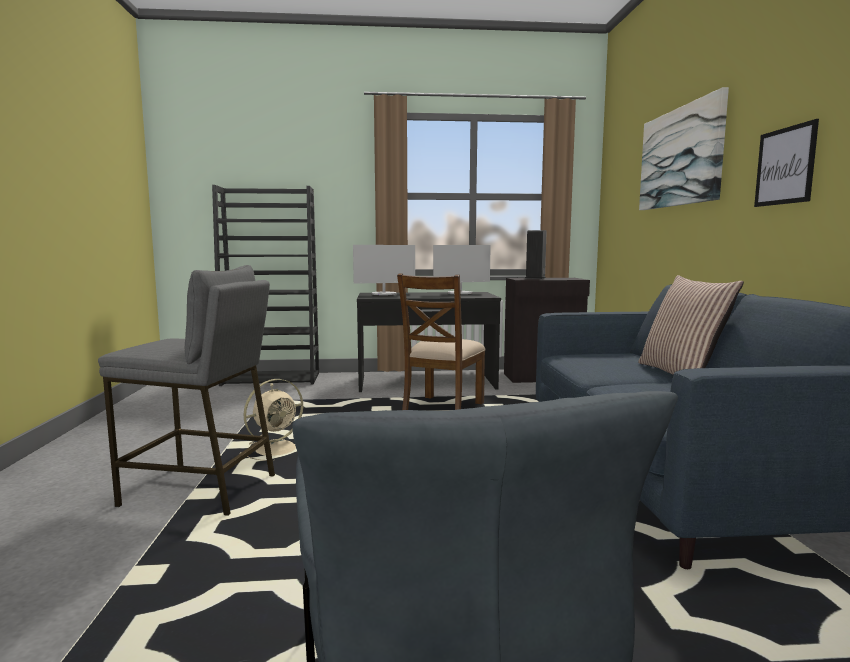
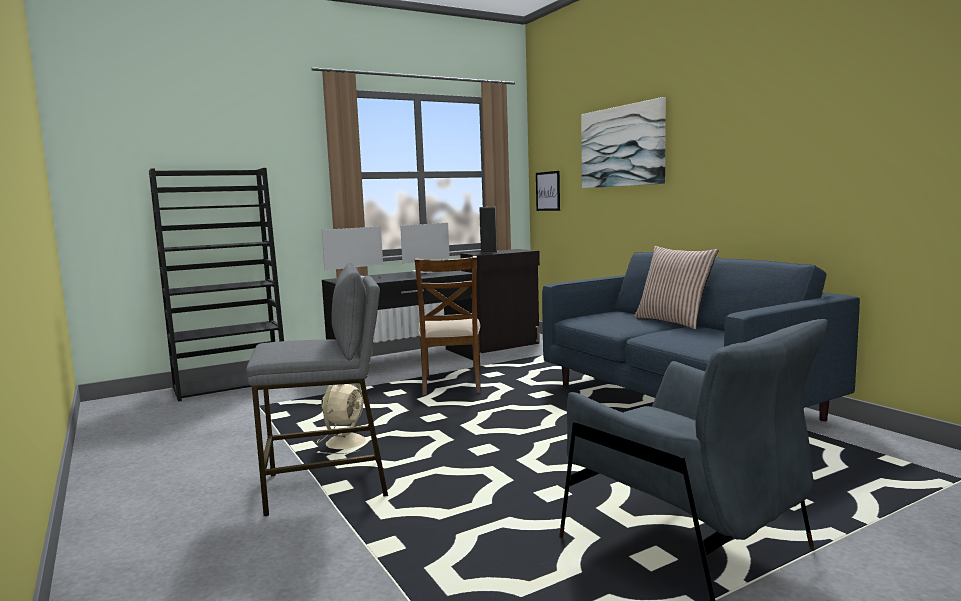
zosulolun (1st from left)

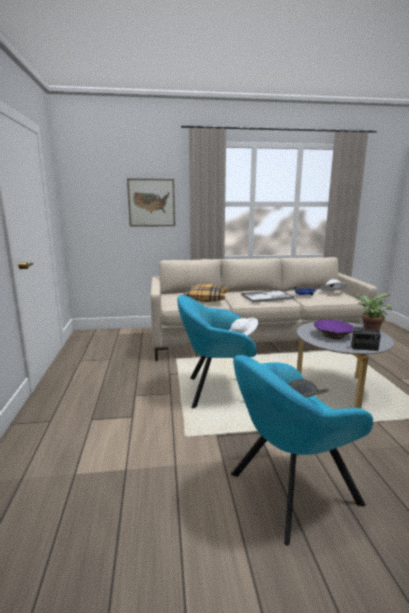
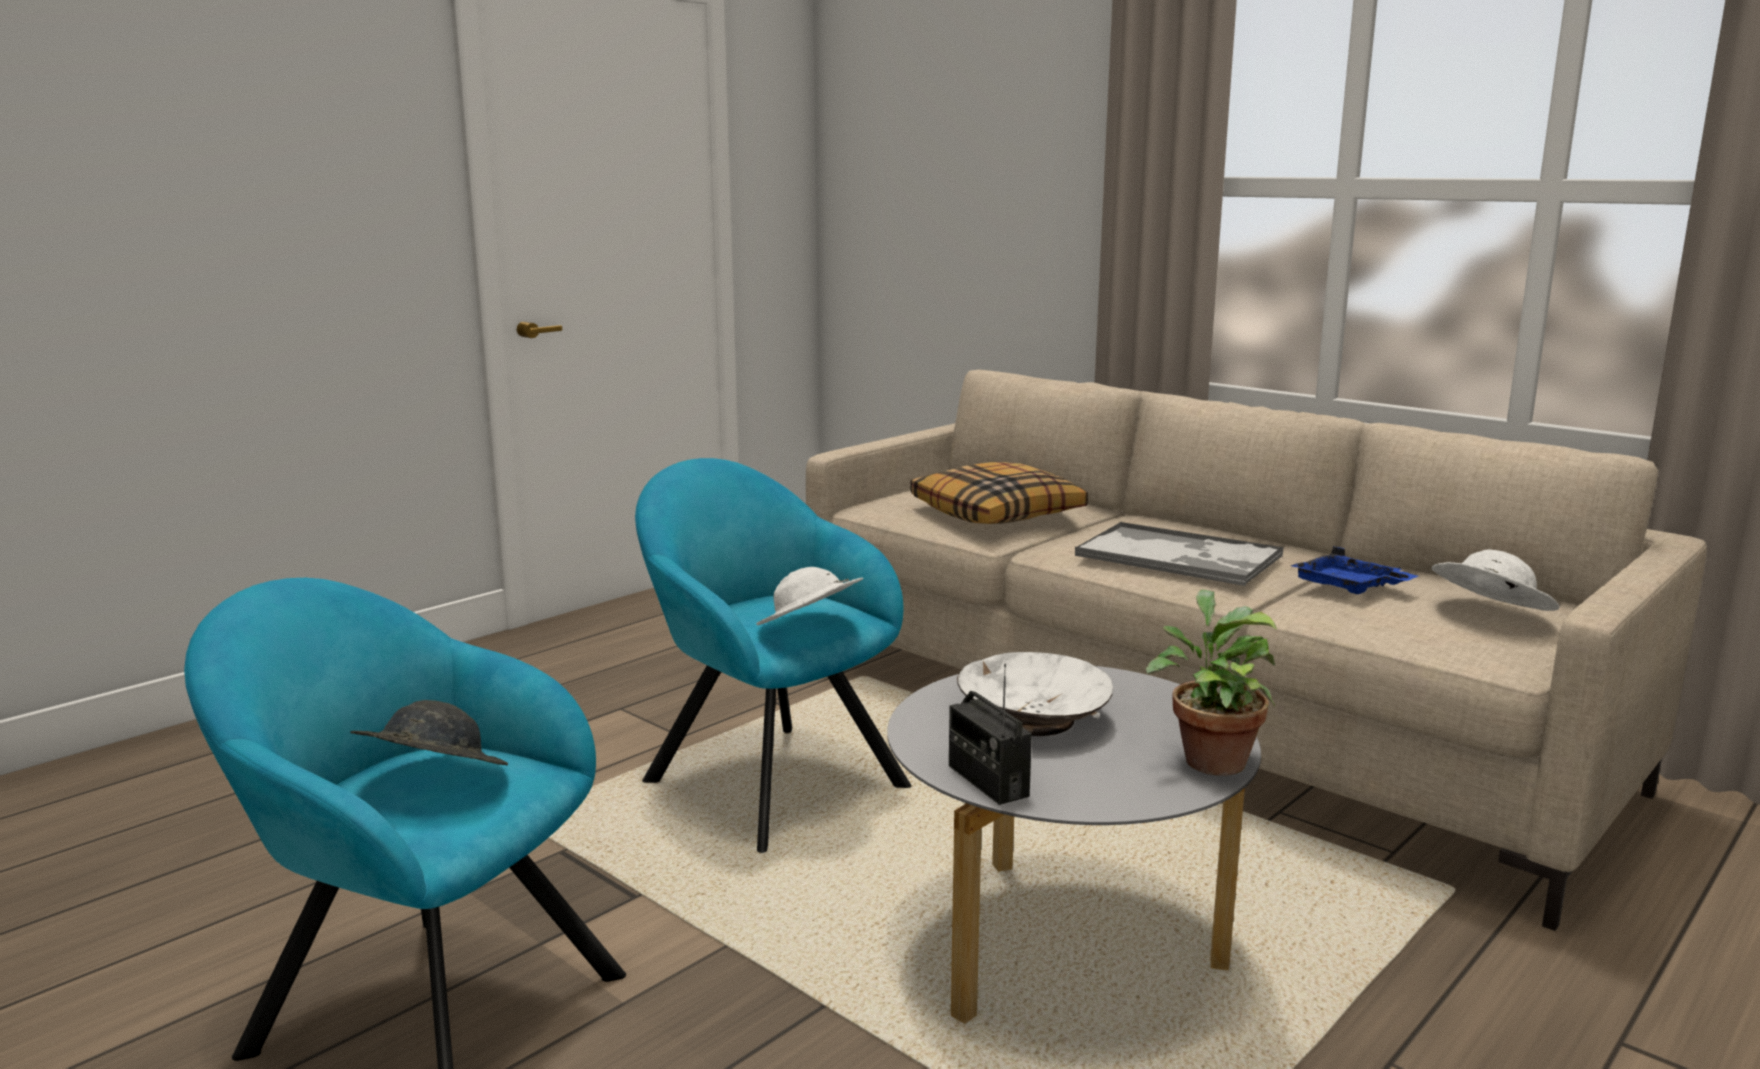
zosulolun; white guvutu

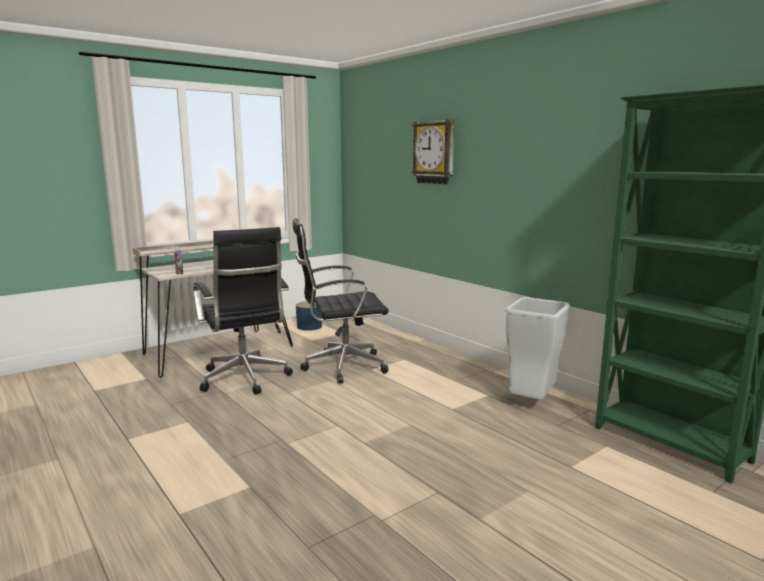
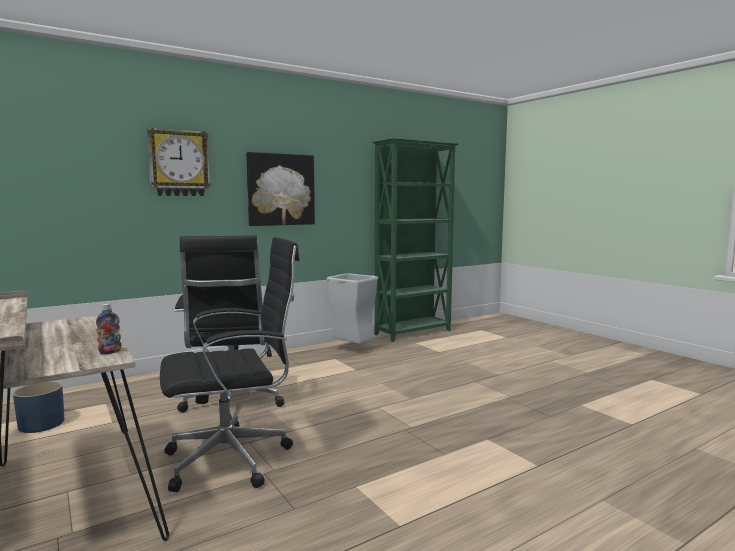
zosulolun

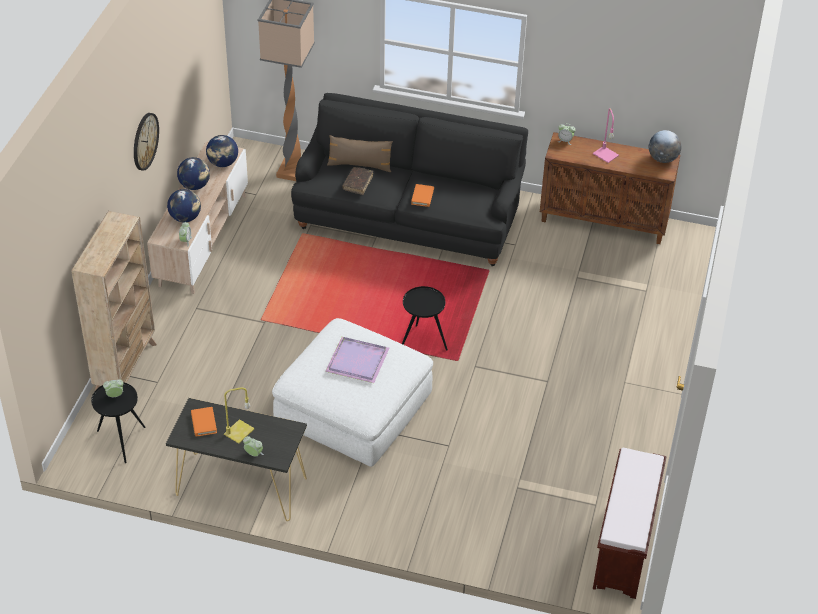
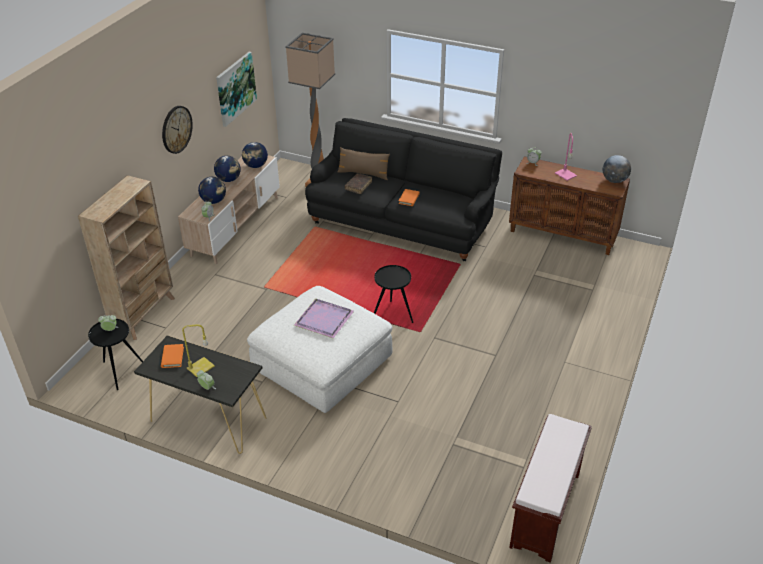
zosulolun

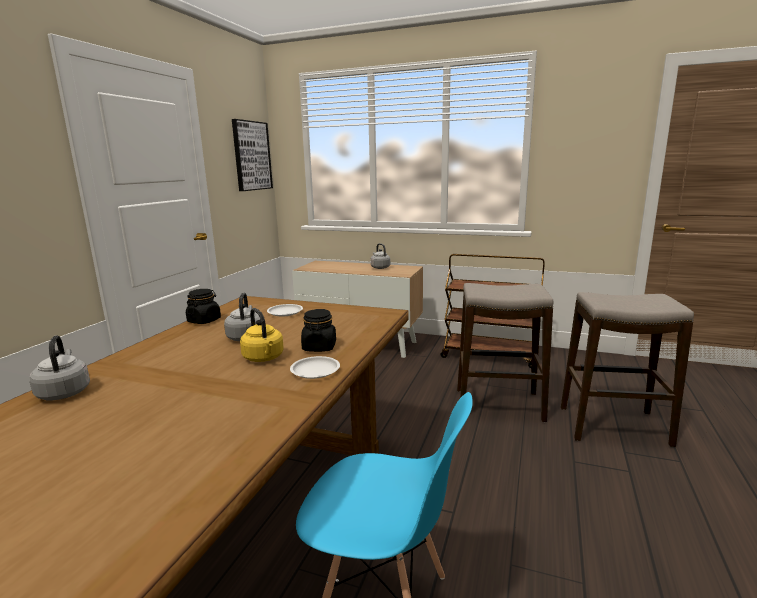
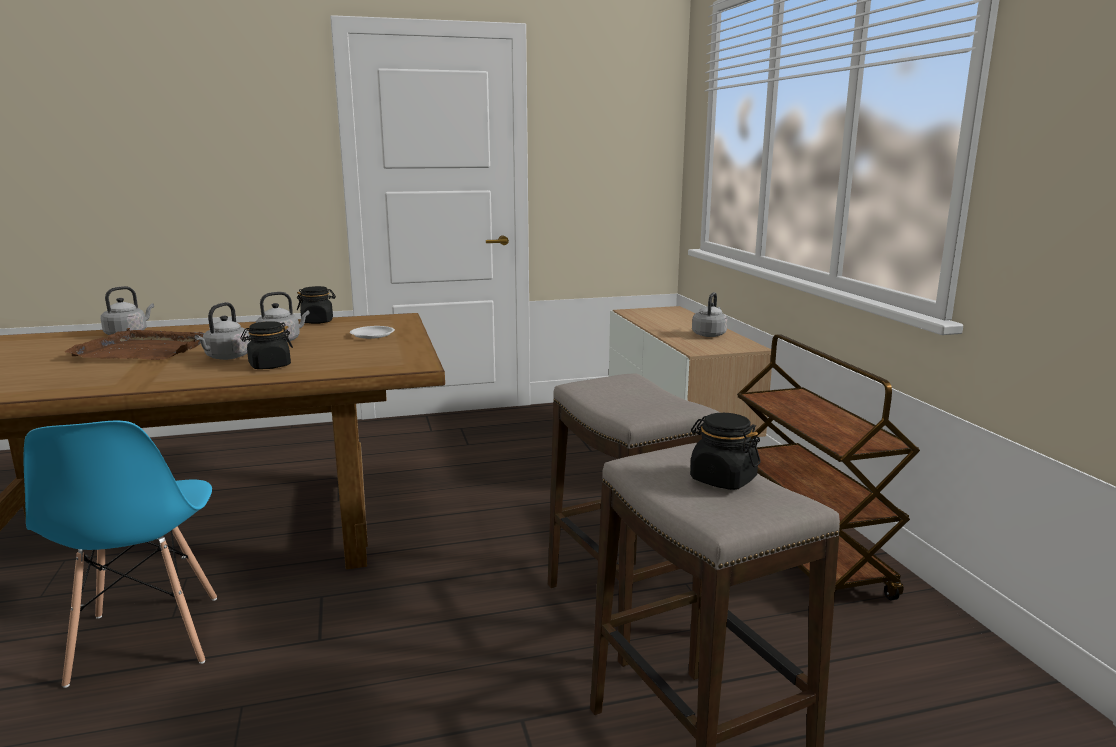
zosulolun; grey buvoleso (2nd from left); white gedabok (2nd from left in the first image); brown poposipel; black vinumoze (3rd from left)

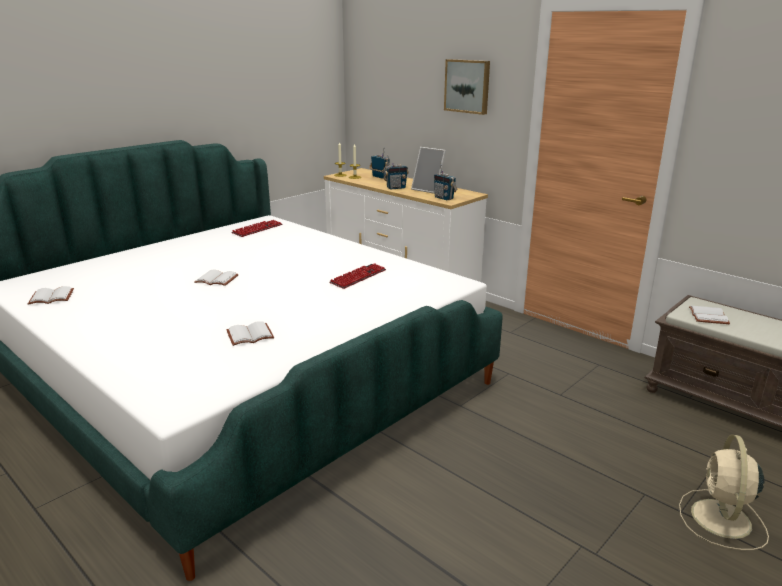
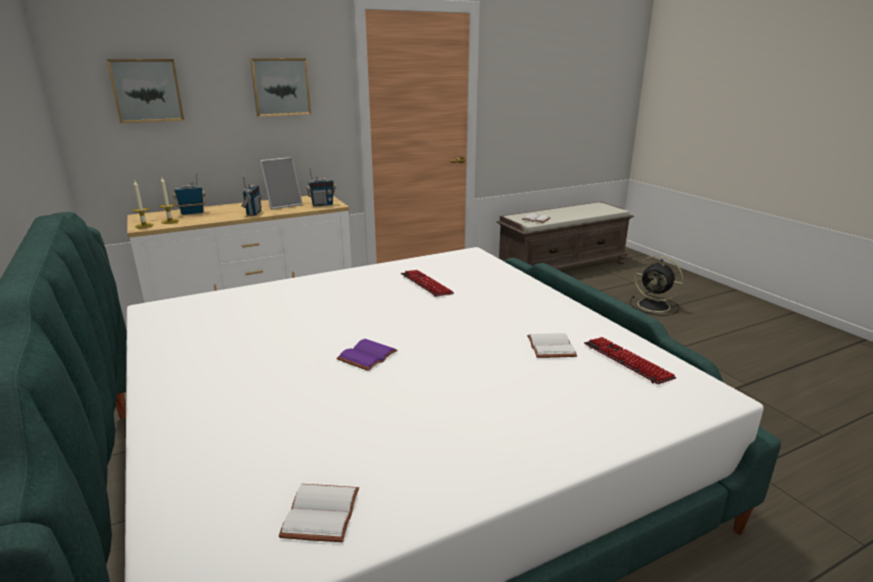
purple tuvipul; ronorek (2nd from left); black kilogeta; zosulolun (1st from left)

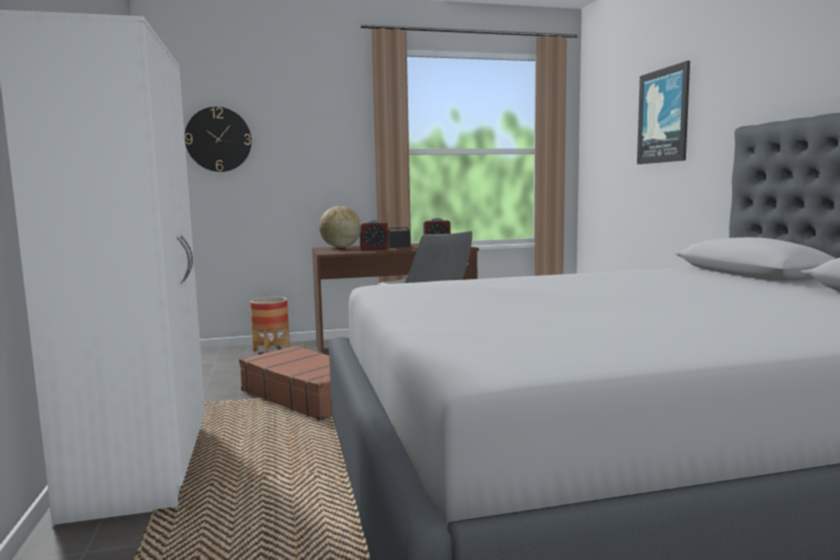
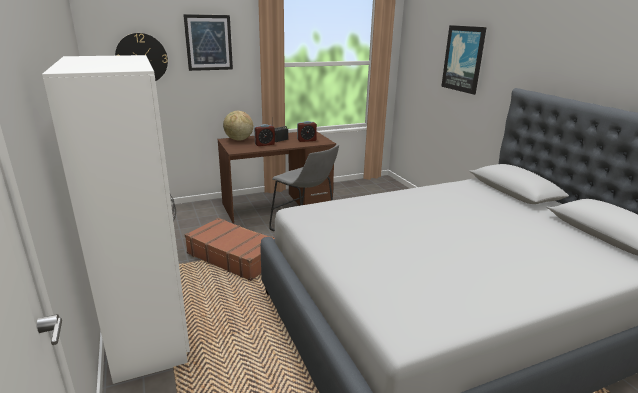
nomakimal; zosulolun (1st from left)

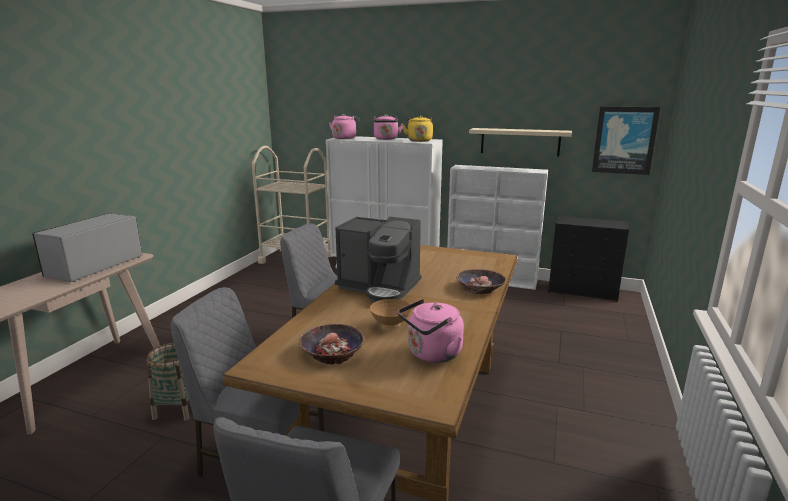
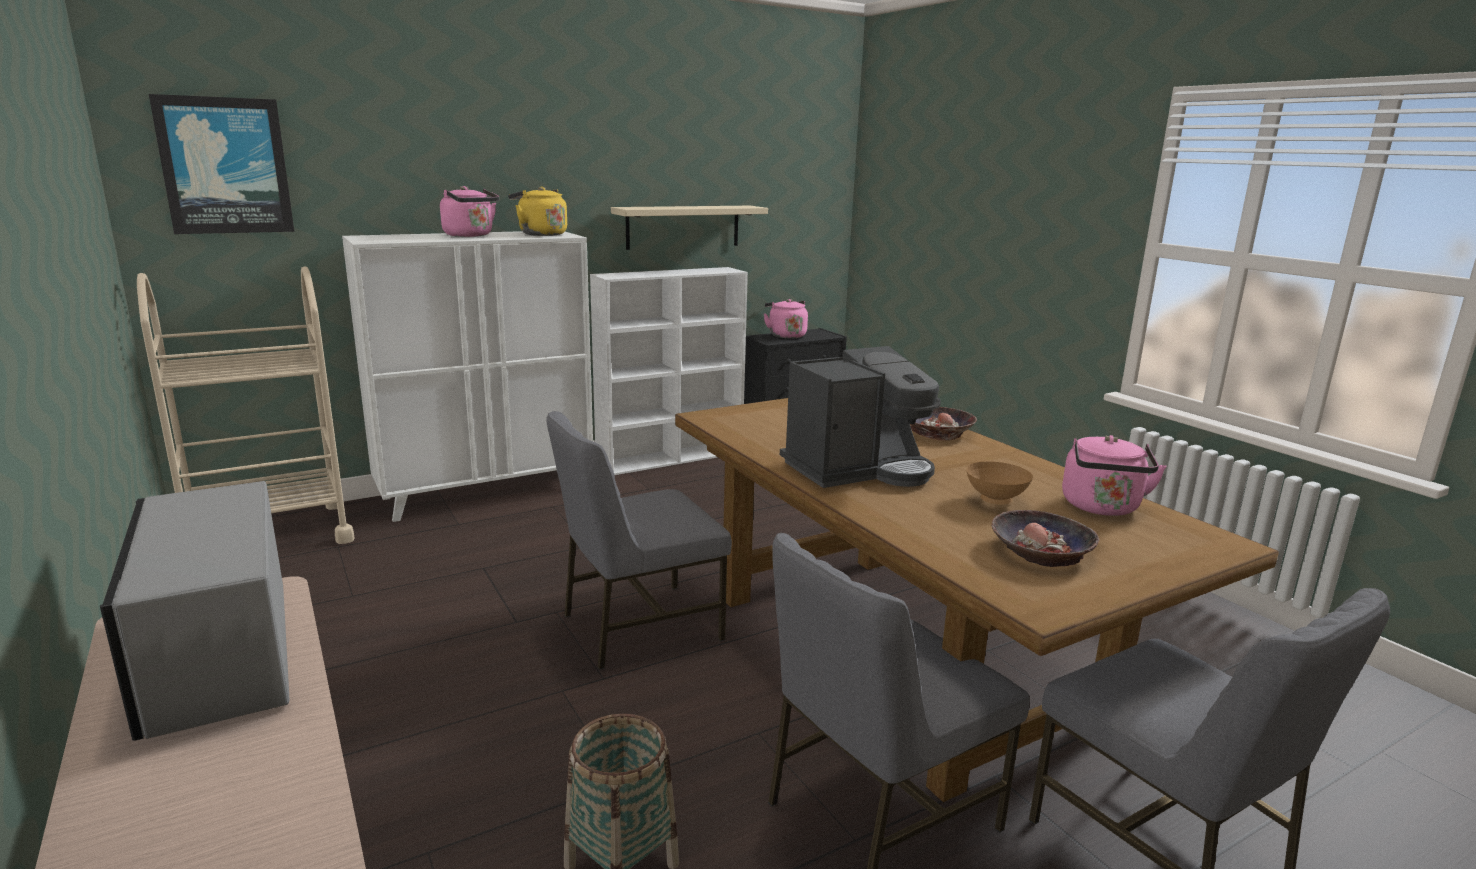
pink buvoleso (2nd from left); zosulolun

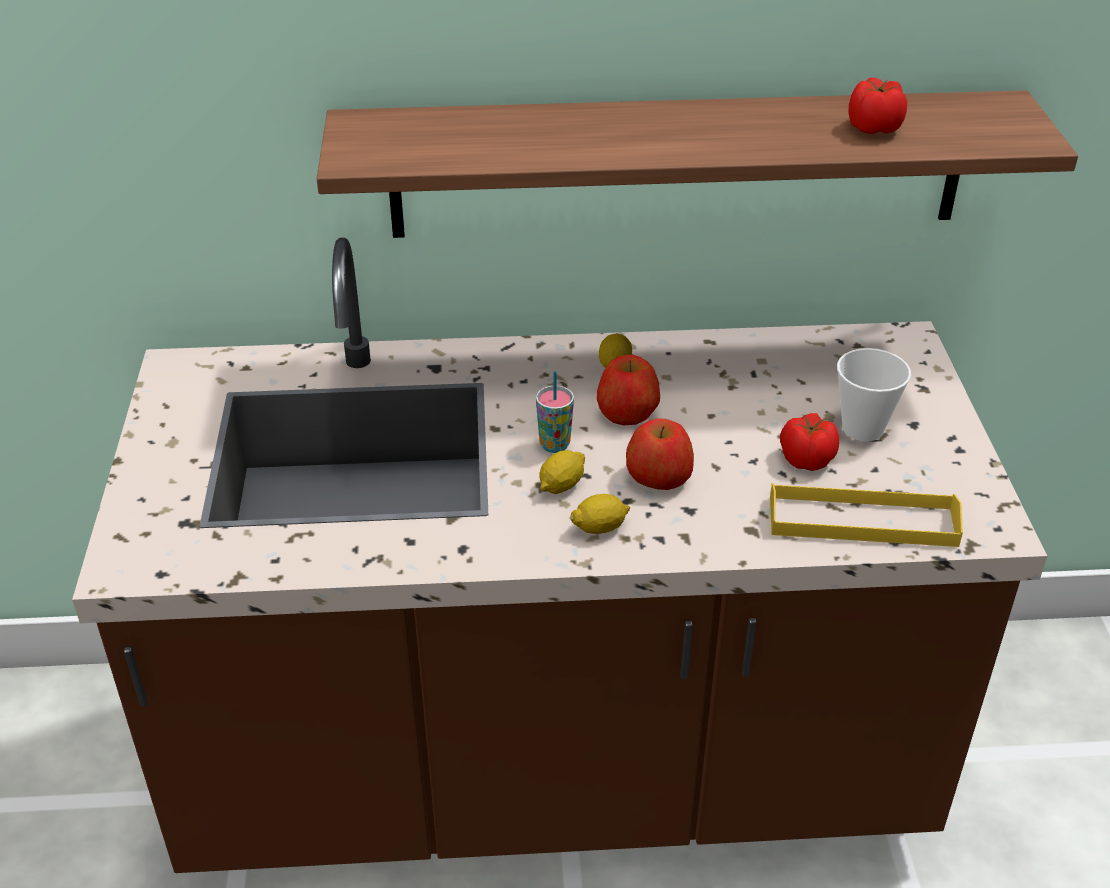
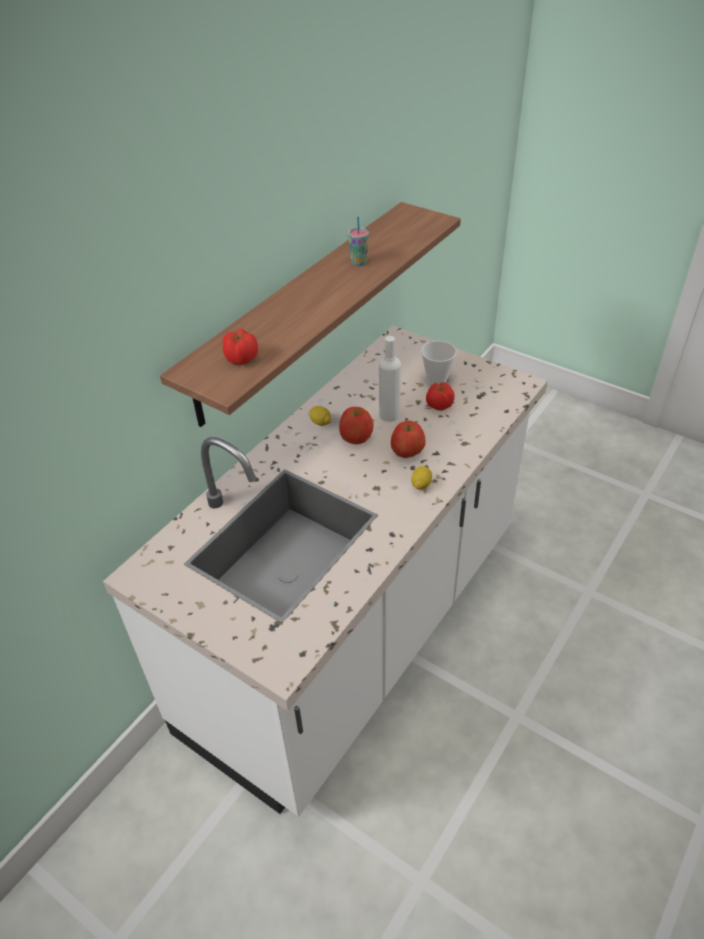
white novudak; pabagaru (1st from left); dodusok (1st from left in the first image); yellow poposipel; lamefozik (1st from left); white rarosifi

